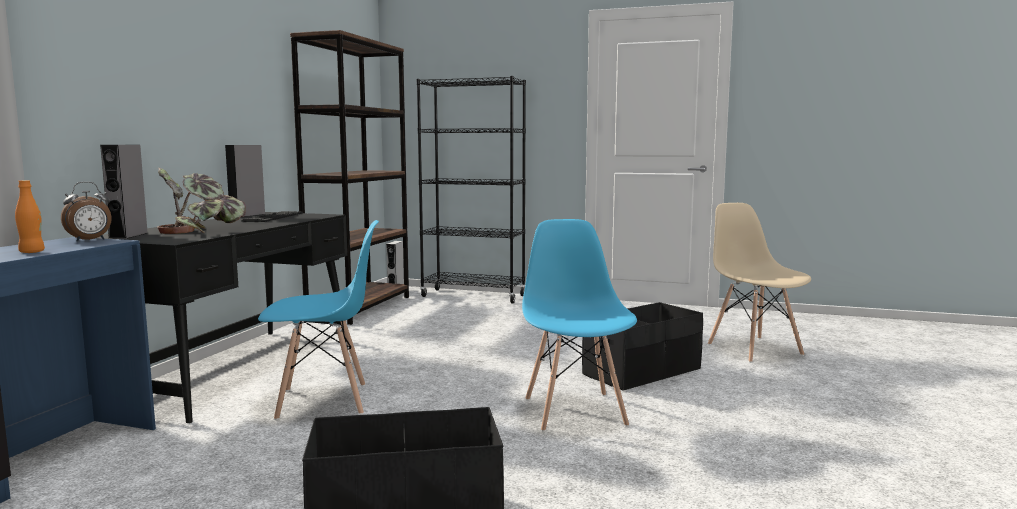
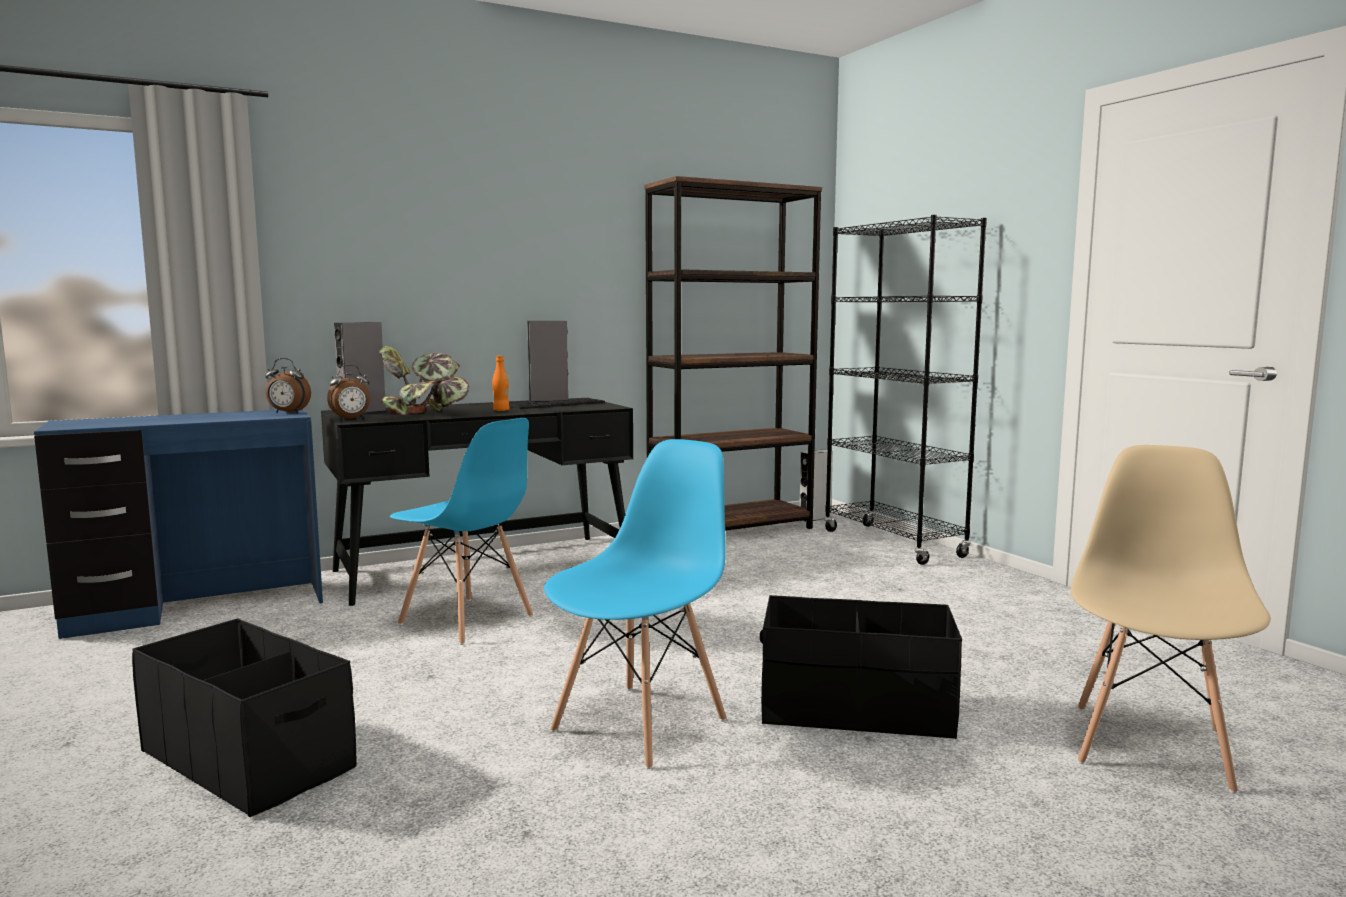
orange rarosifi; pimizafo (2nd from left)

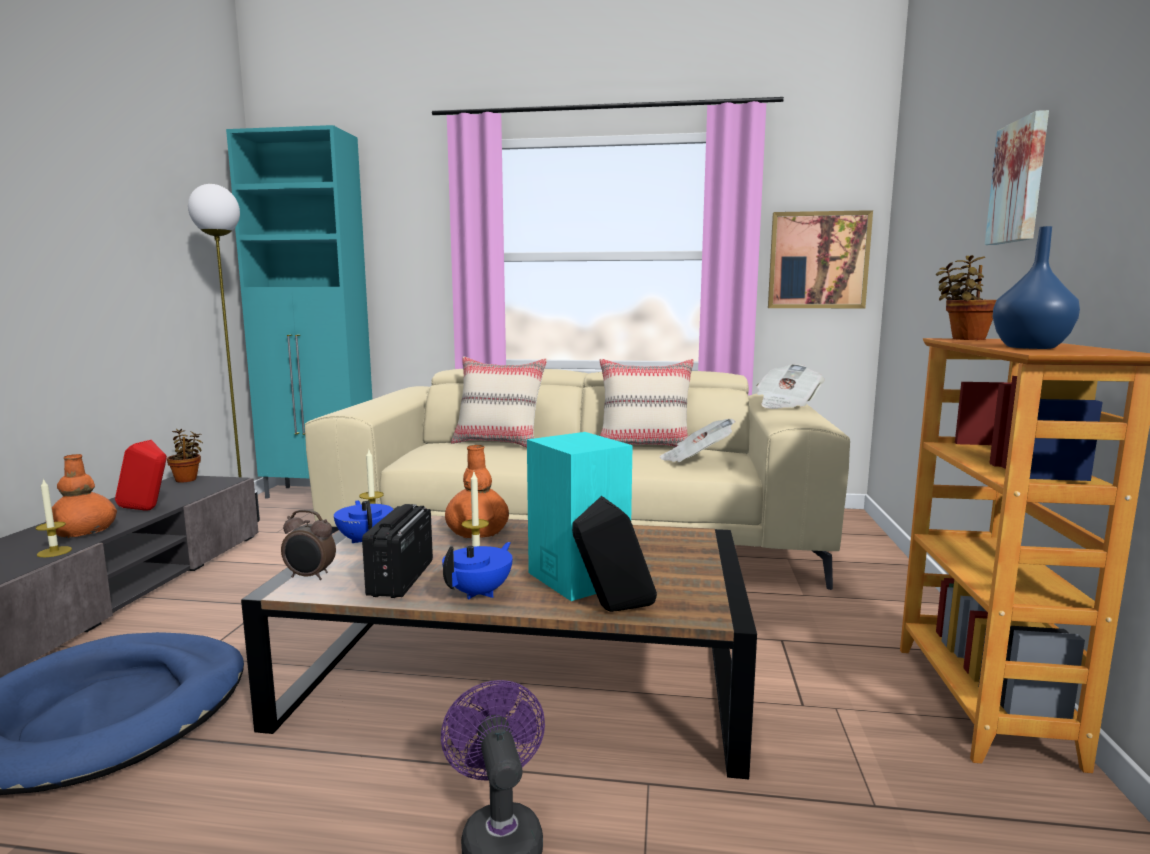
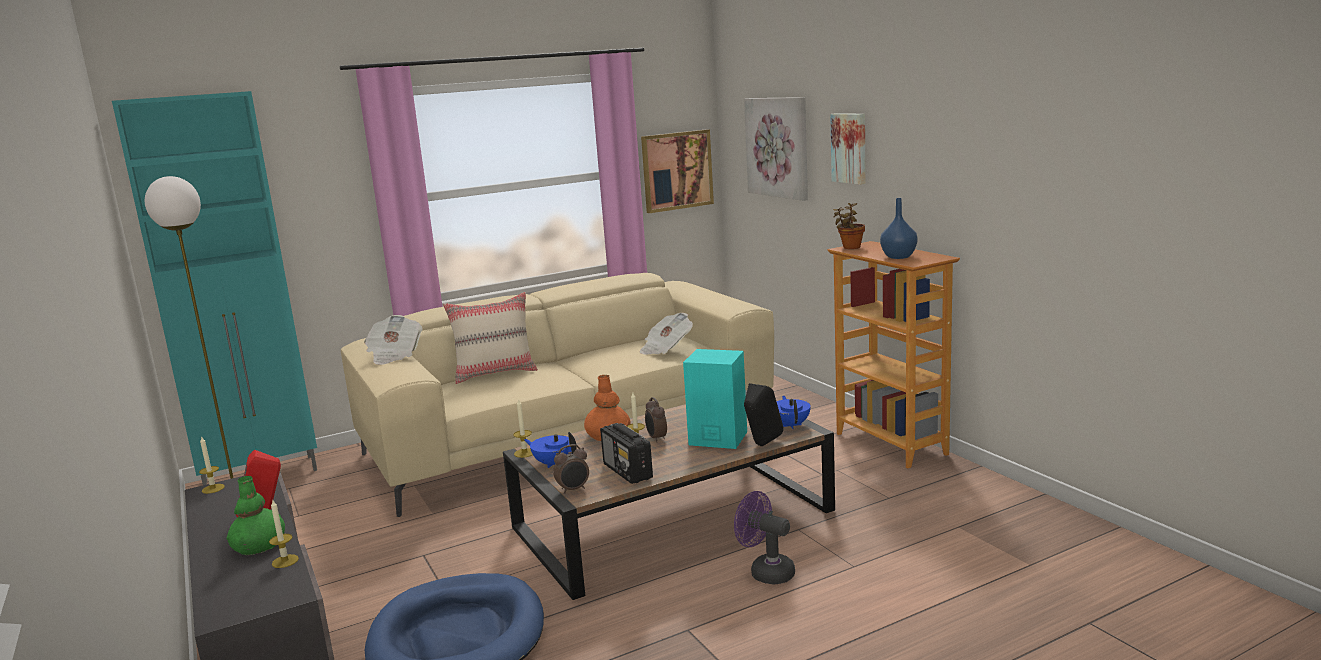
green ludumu; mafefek (1st from left); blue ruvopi (2nd from left); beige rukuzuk (2nd from left in the first image); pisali (1st from left); pimizafo (2nd from left); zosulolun (2nd from left)

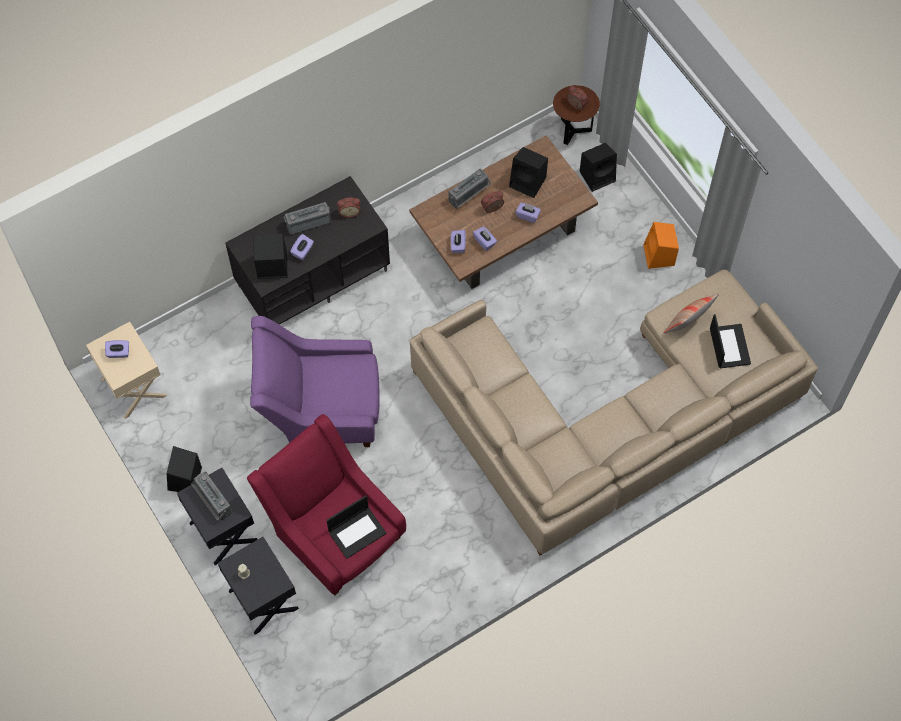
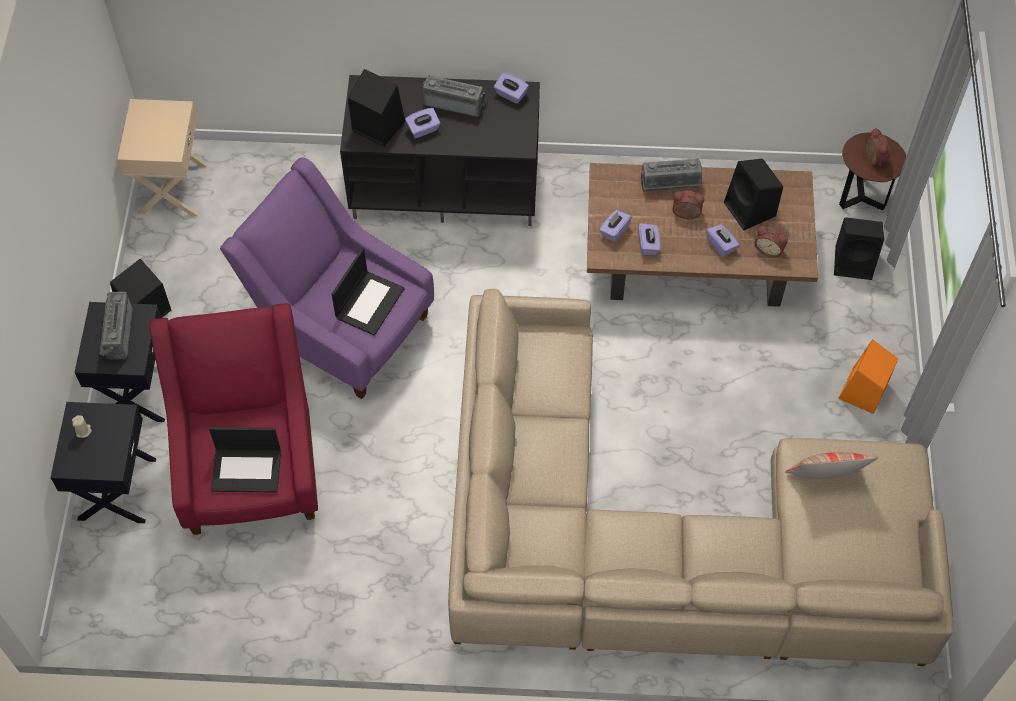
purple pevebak (2nd from left); pimizafo (2nd from left); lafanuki (2nd from left)

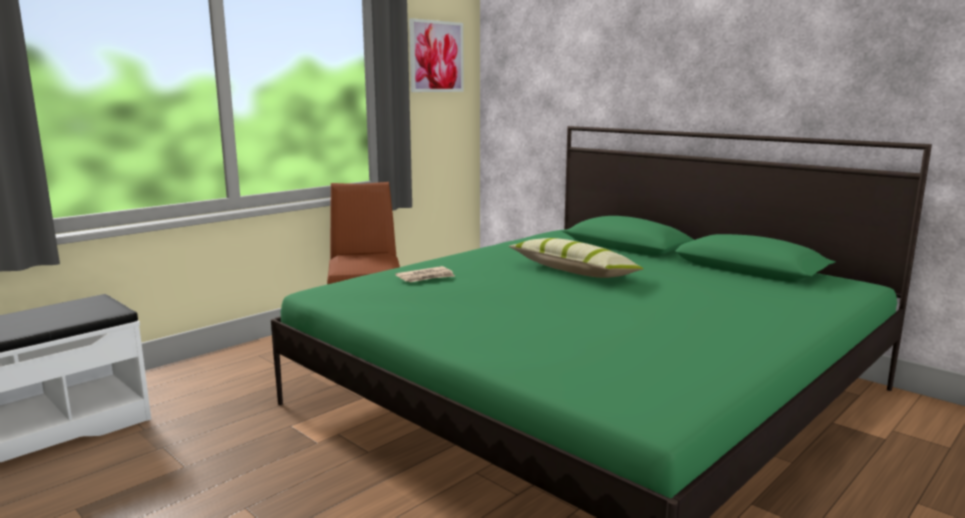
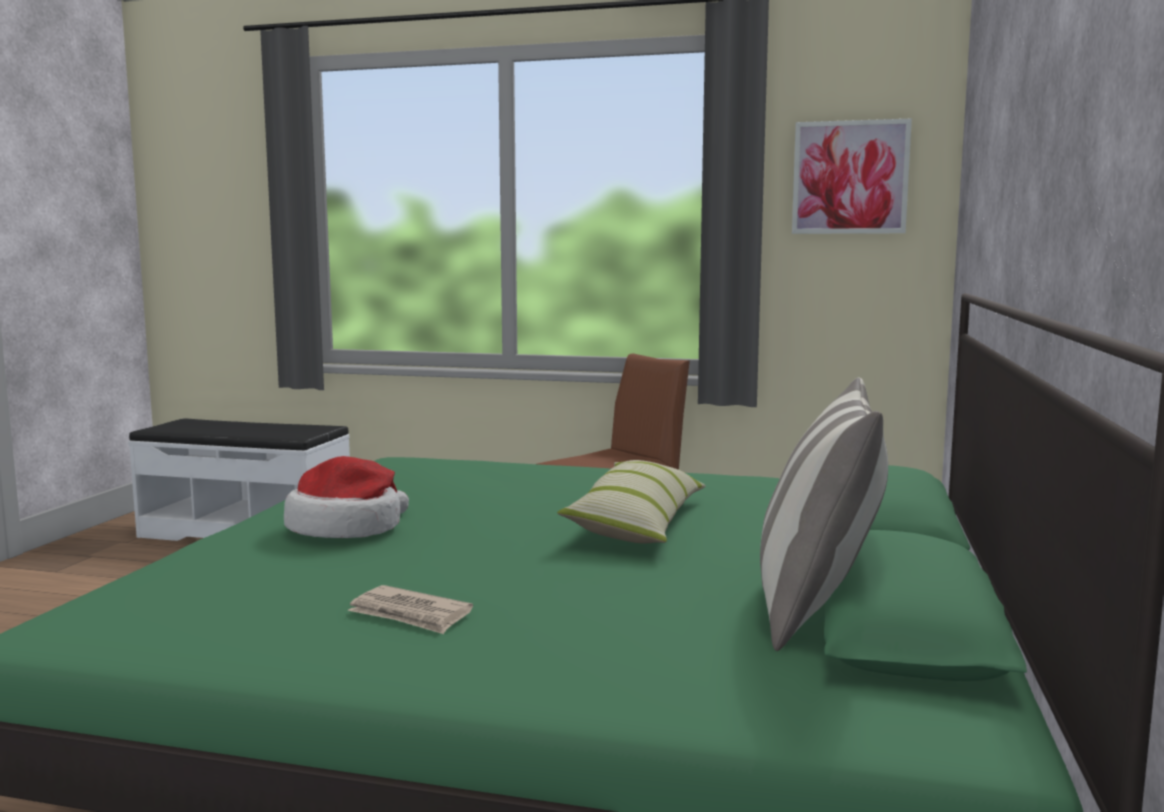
pisali; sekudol; rukuzuk (2nd from left)

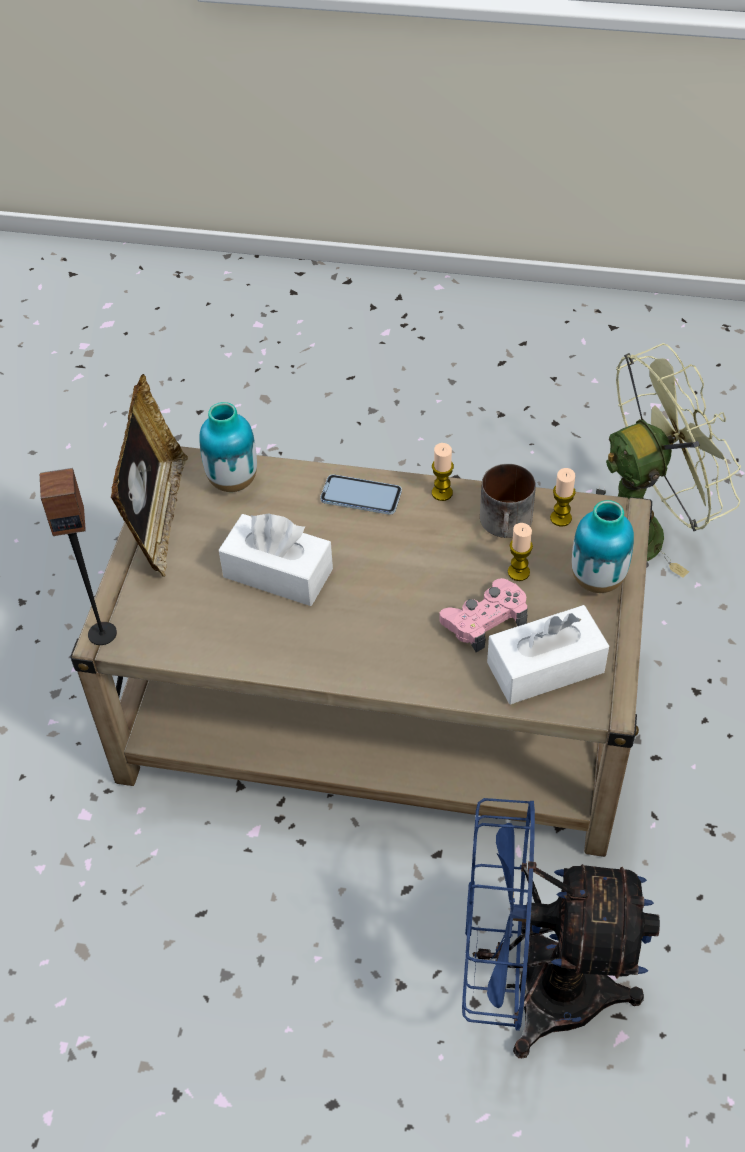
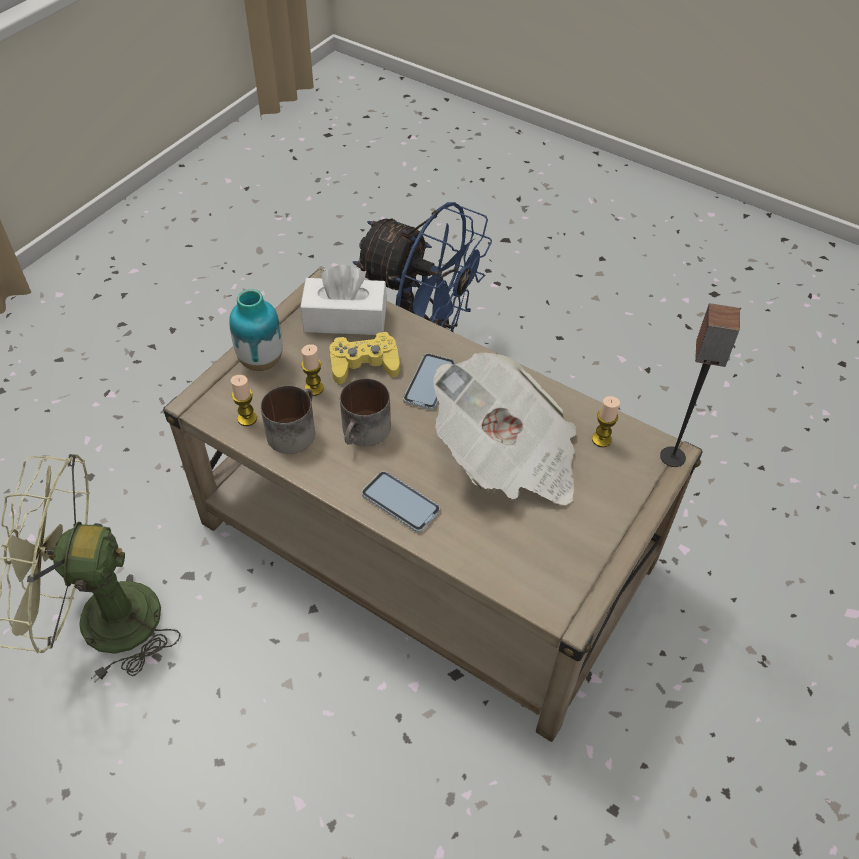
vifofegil; ludumu (1st from left in the first image); pisali; mafefek (3rd from left); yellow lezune; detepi (2nd from left); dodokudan (2nd from left)

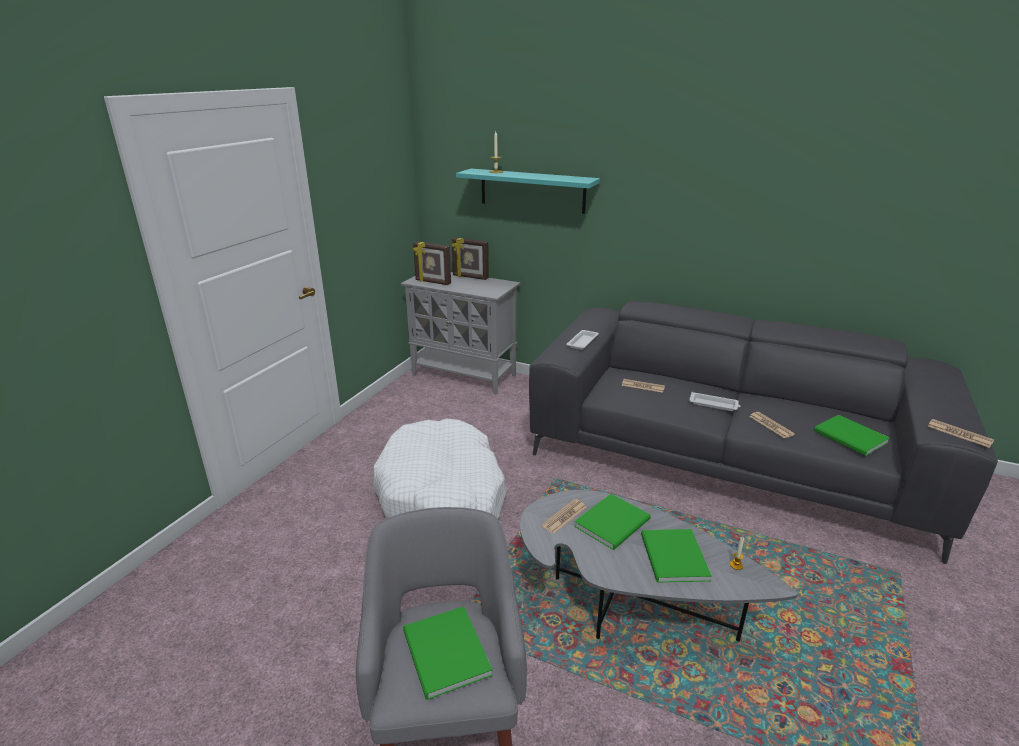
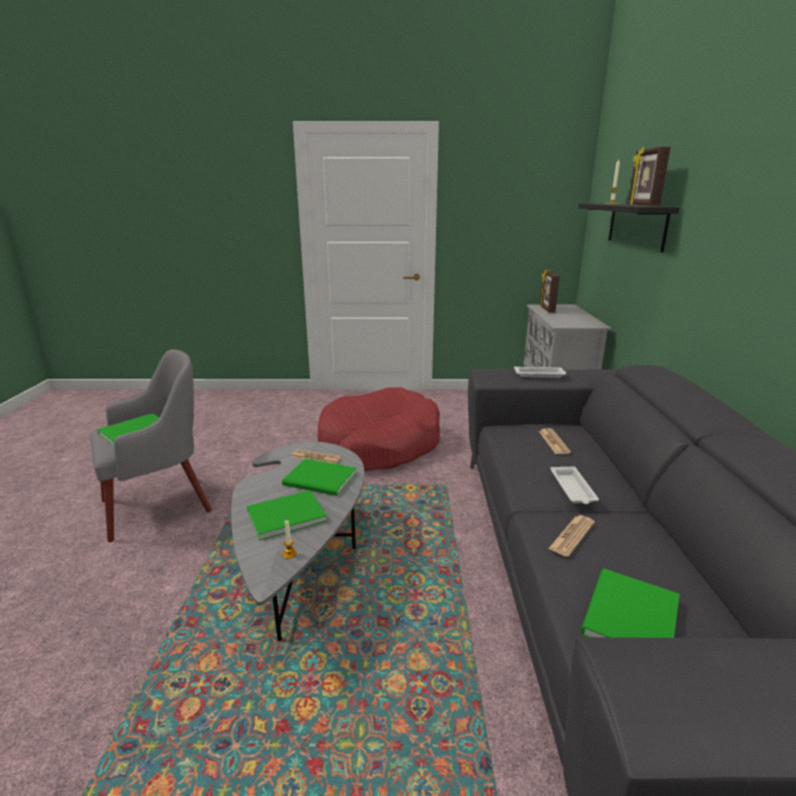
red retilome; vifofegil (2nd from left); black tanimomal; pisali (4th from left in the first image)

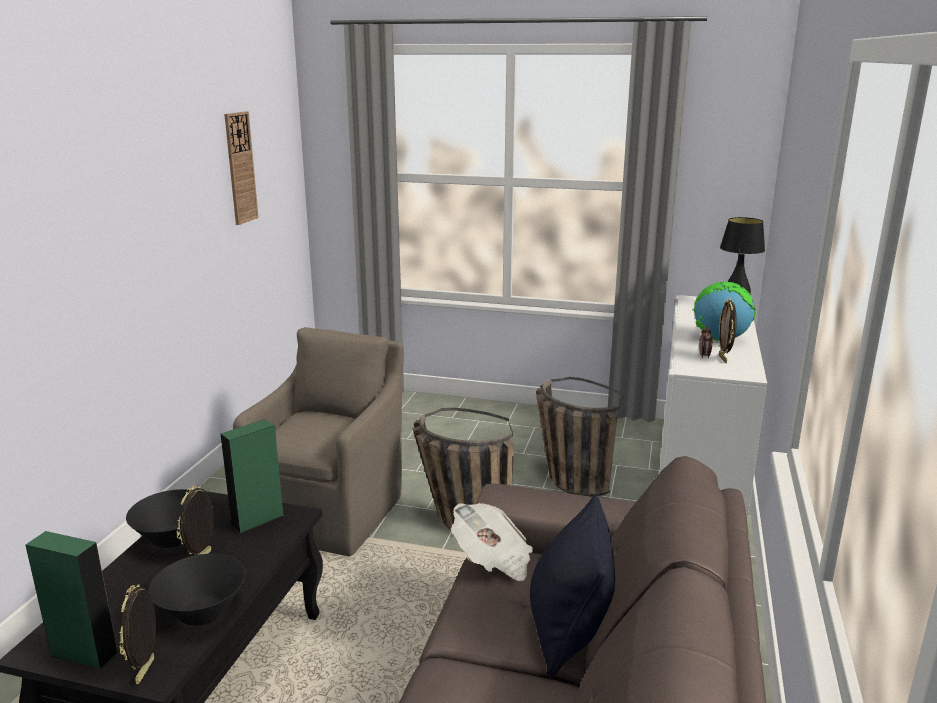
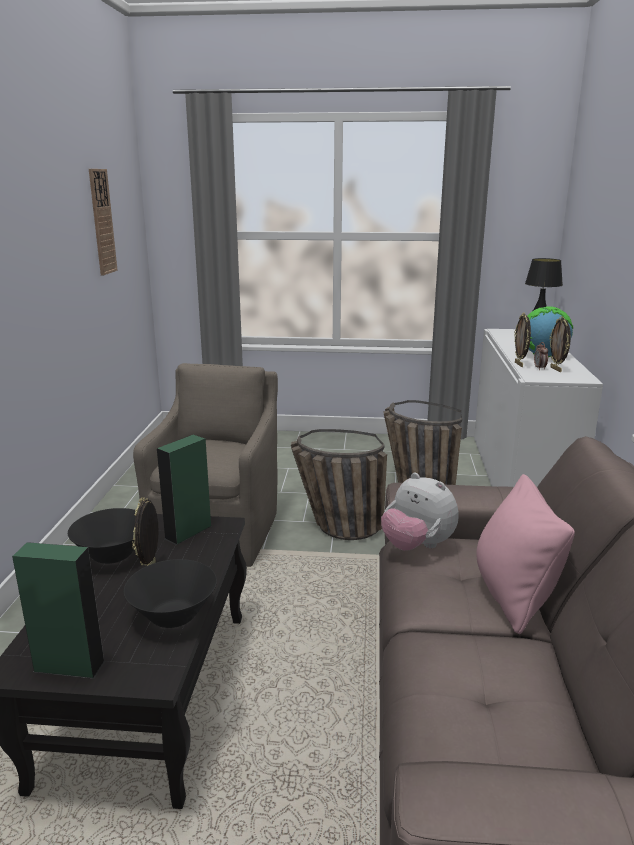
vifofegil (2nd from left); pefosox; pink rukuzuk

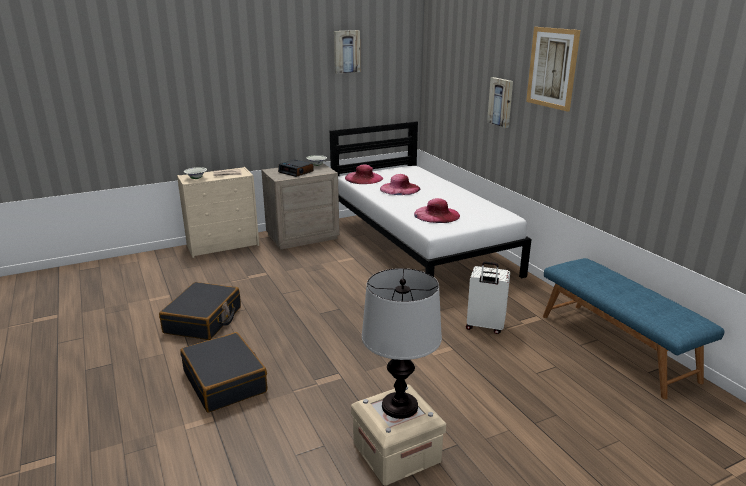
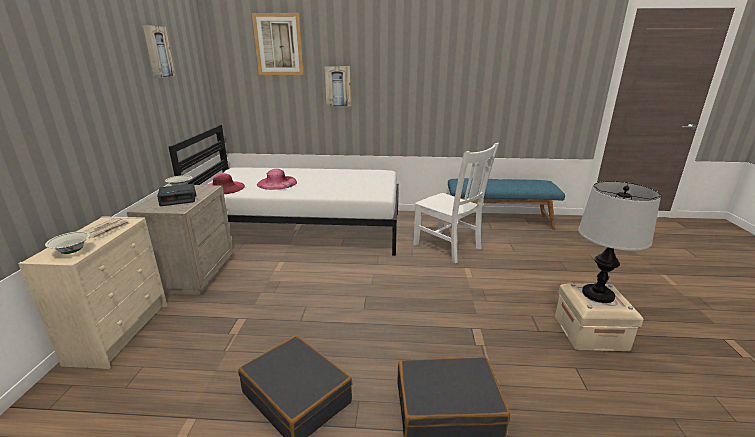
pink sekudol (3rd from left in the first image); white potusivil; zosulolun (2nd from left)

